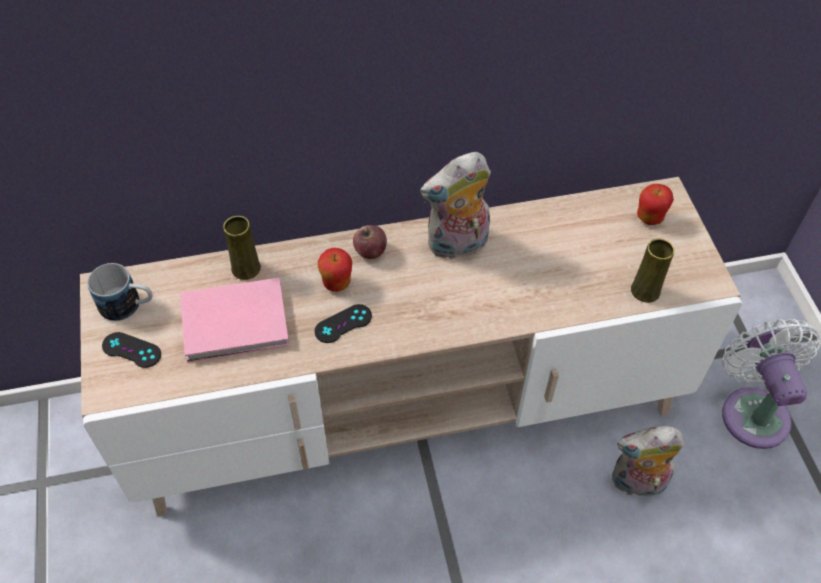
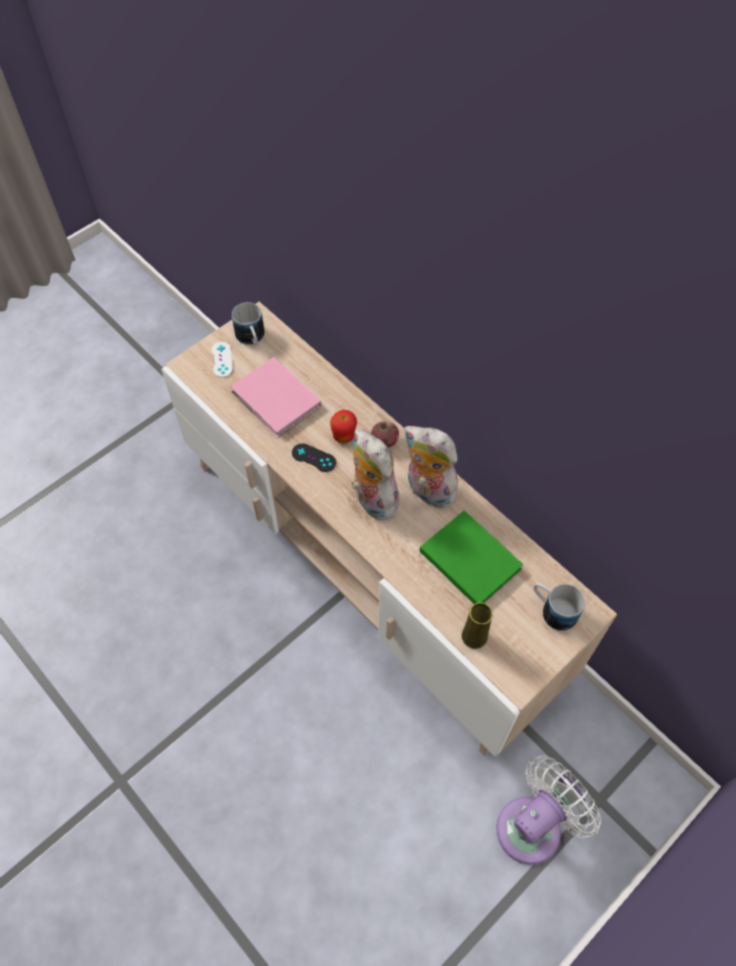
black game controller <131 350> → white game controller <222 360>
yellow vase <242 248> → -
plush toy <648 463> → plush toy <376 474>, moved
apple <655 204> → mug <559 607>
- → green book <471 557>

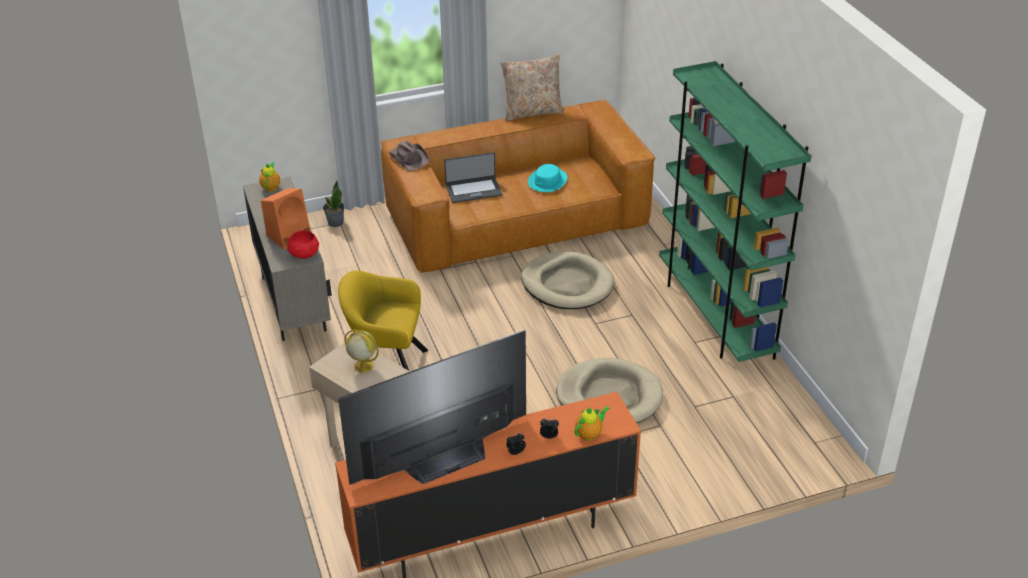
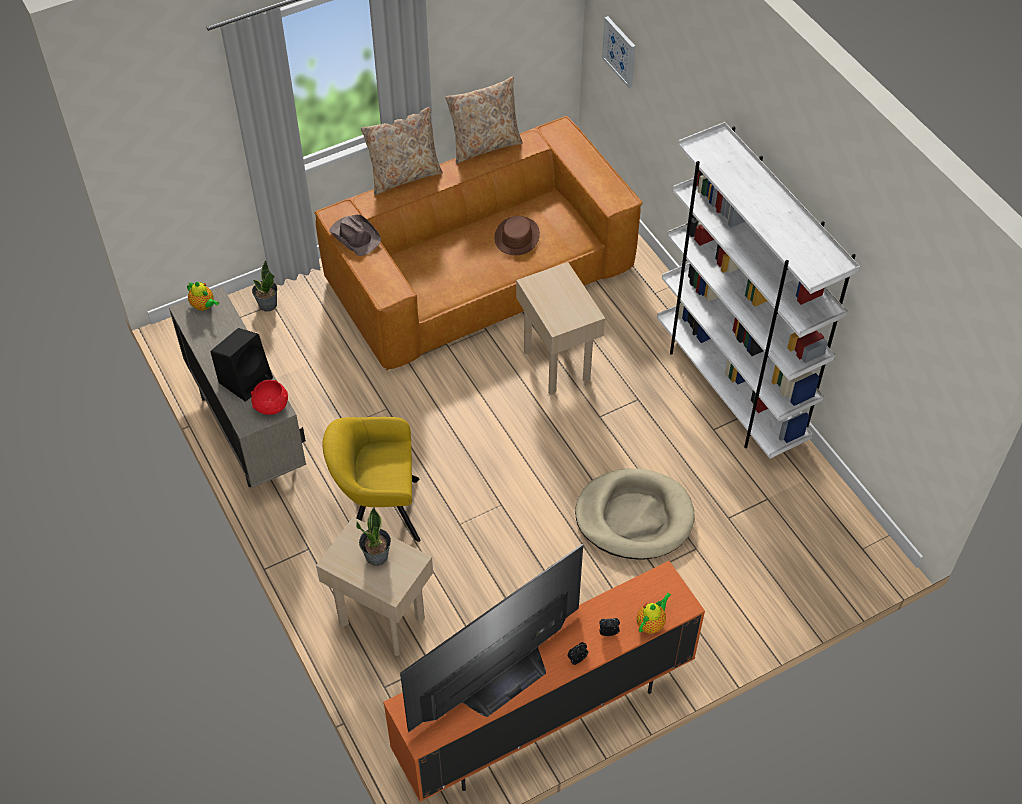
teapot <269 177> → teapot <203 296>, 135 degrees clockwise
orange speaker <286 219> → black speaker <242 365>
globe <361 351> → potted plant <373 536>
laptop <473 177> → -
beige dog bed <567 280> → beige side table <560 328>
turquoise hat <547 178> → brown hat <517 235>
green bookcase <735 211> → white bookcase <758 290>
- → beige pillow <402 151>
- → picture <618 52>

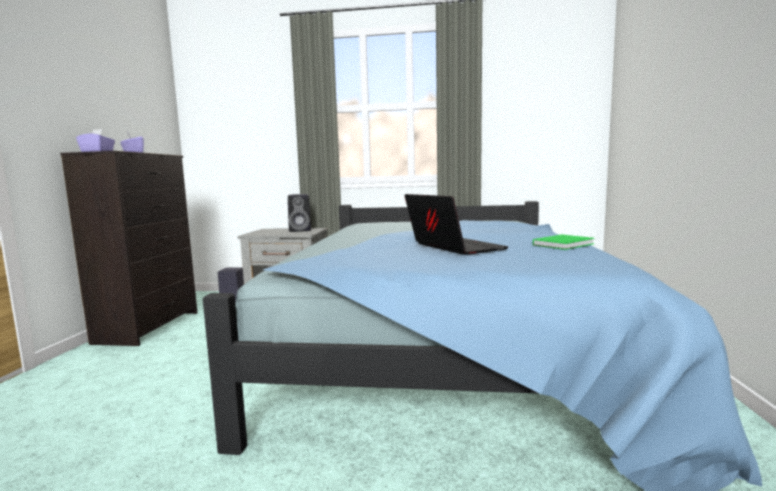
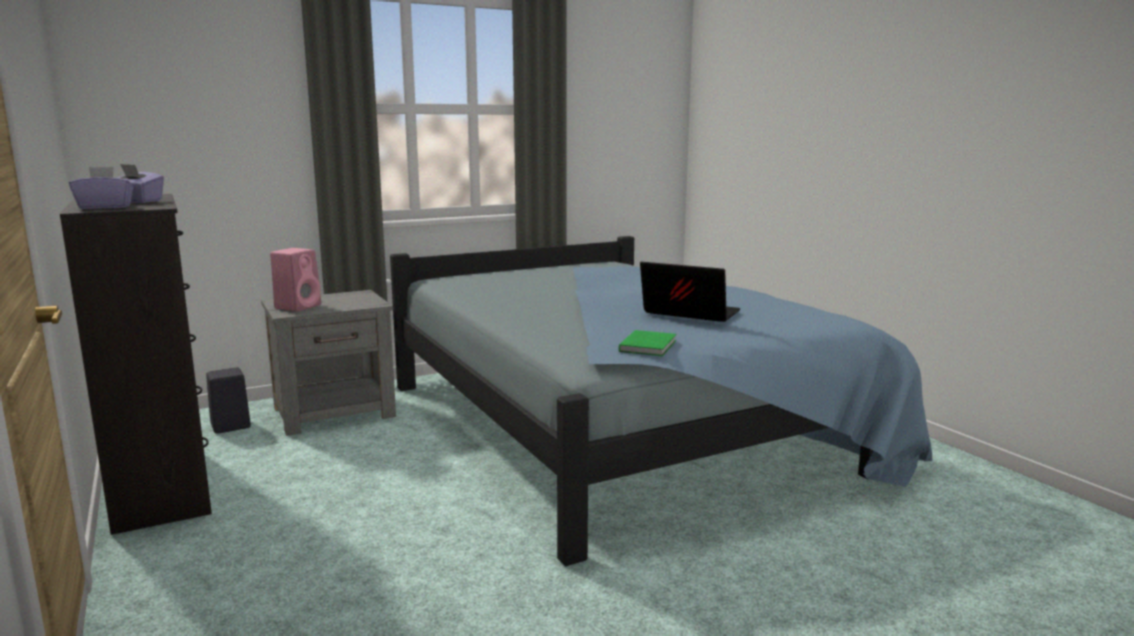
black speaker <299 213> → -
green book <564 242> → green book <647 343>, moved
- → pink speaker <295 279>

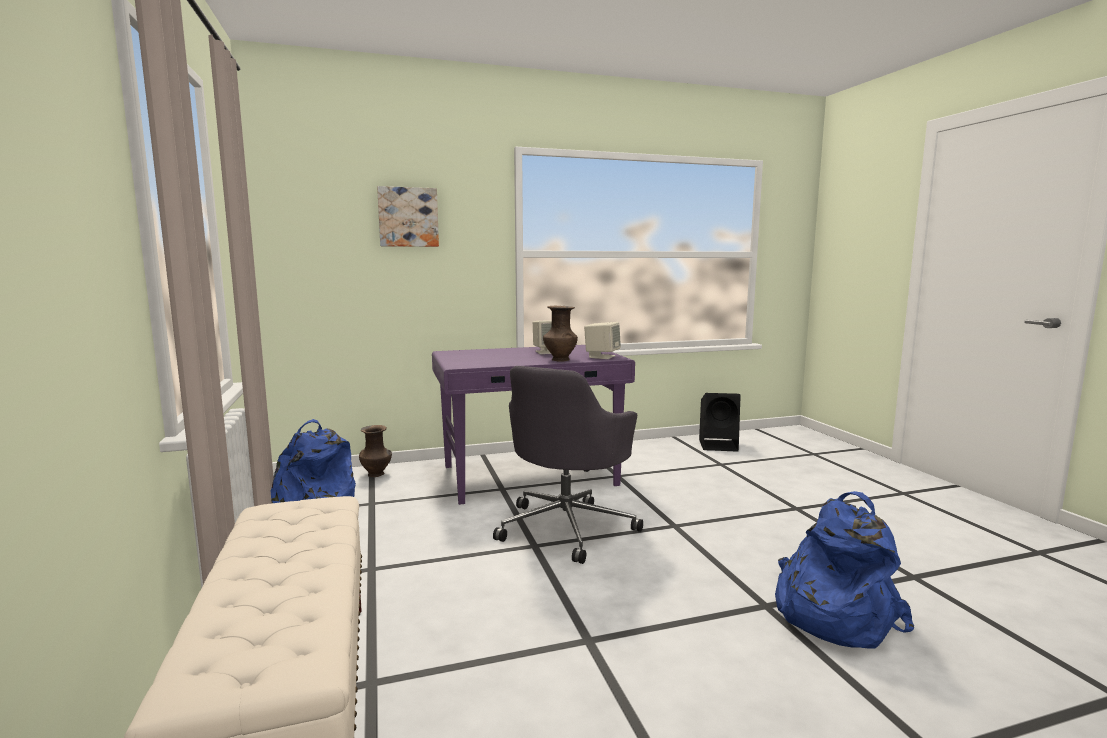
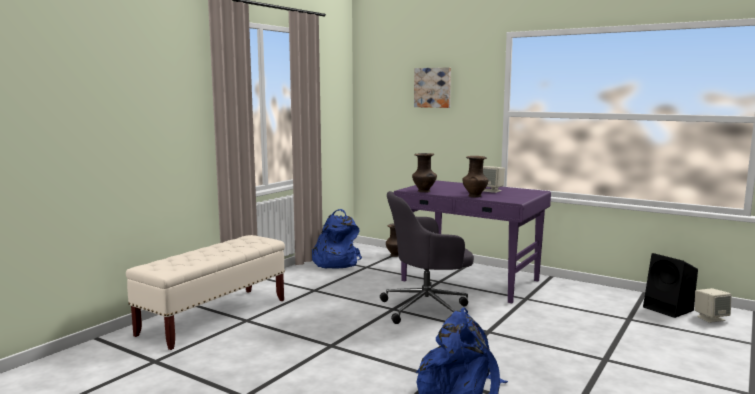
beige speaker <602 340> → beige speaker <712 305>, moved
- → brown vase <424 173>

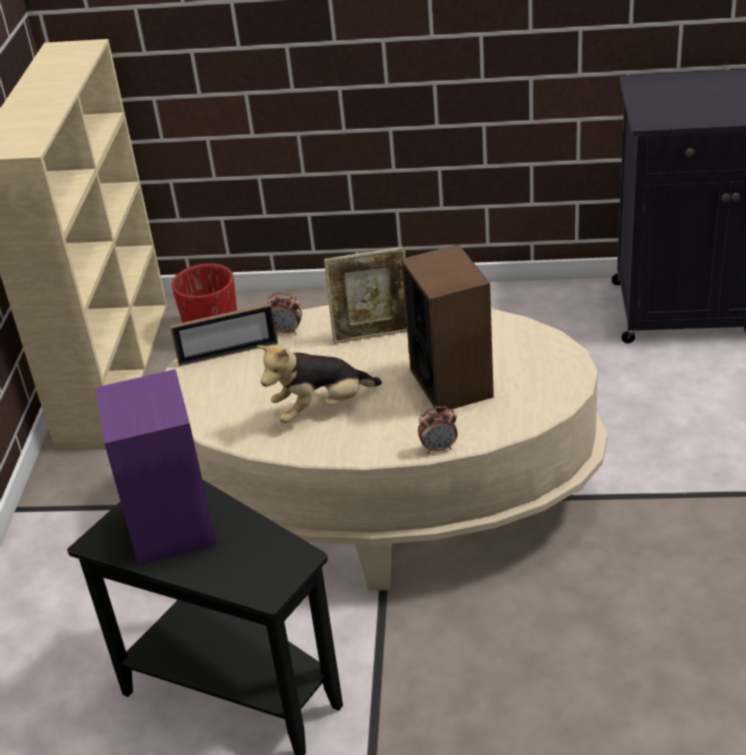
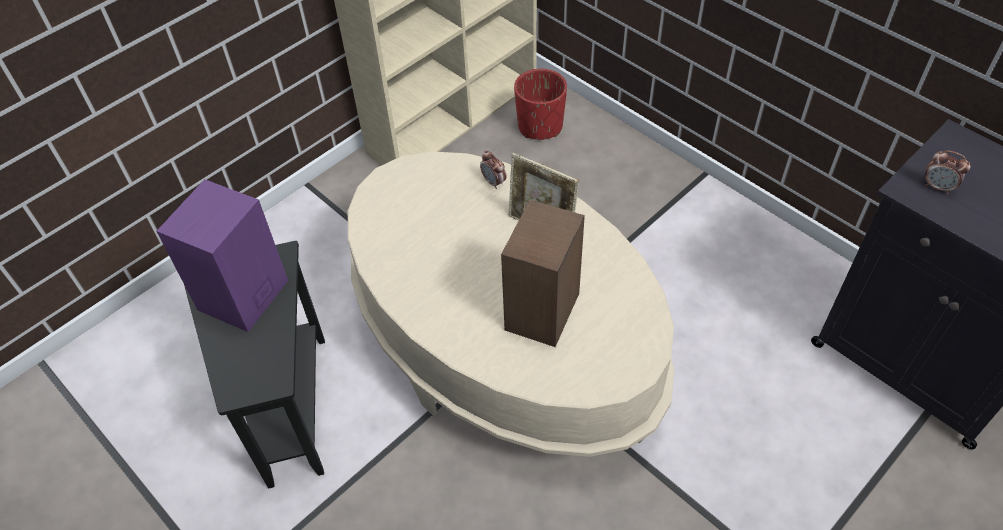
picture frame <224 334> → -
plush toy <319 384> → -
alarm clock <438 430> → alarm clock <947 172>, moved

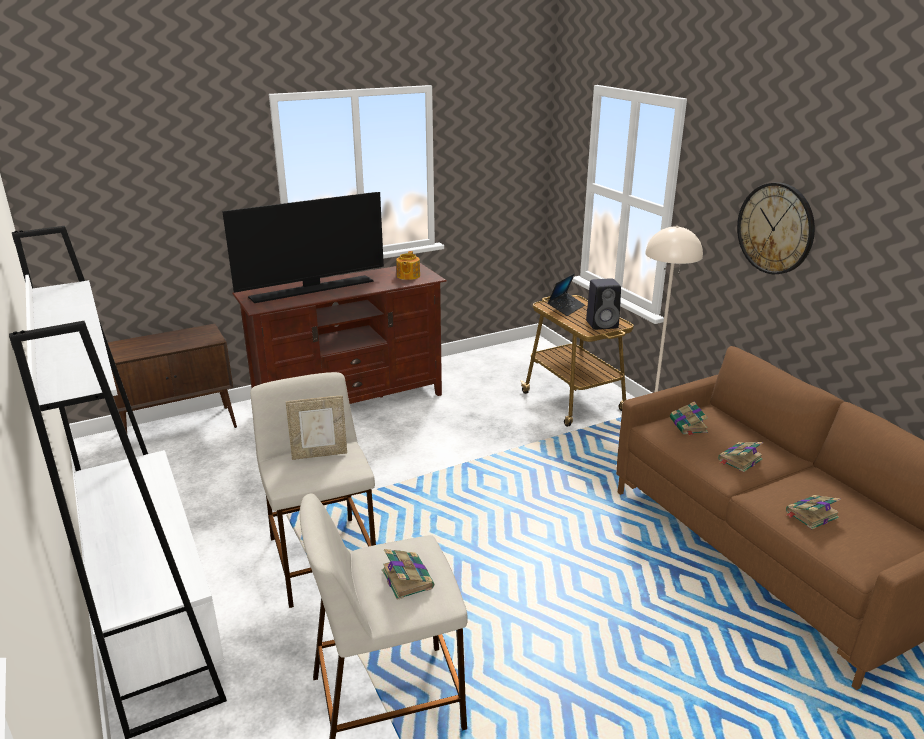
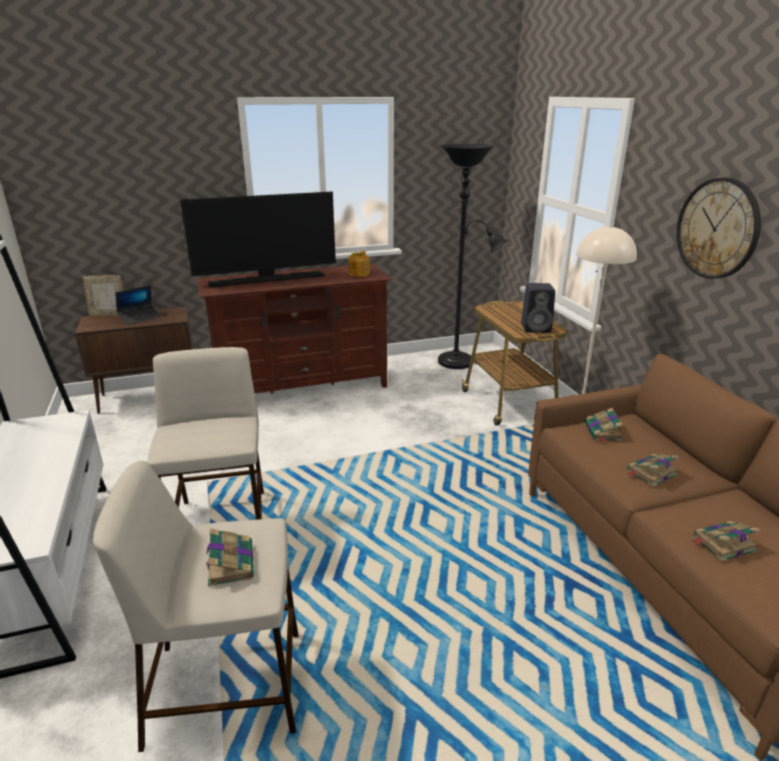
picture frame <316 428> → picture frame <103 296>, moved
laptop <566 294> → laptop <138 305>, moved
- → black floor lamp <473 256>

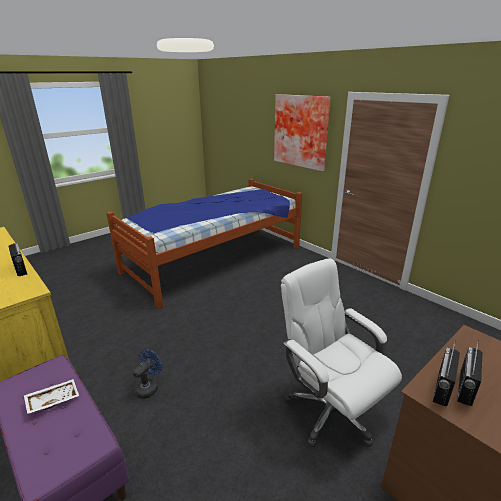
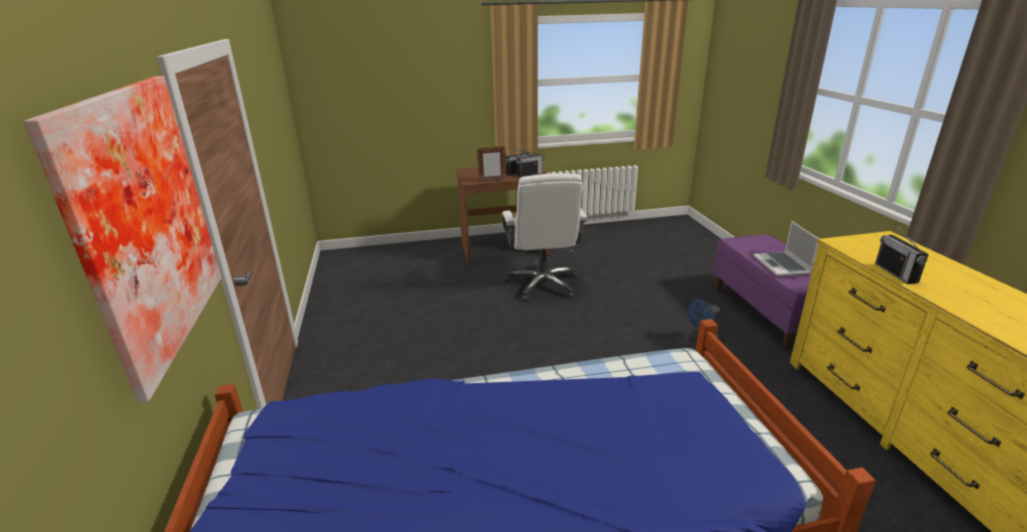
white tray <51 396> → laptop <786 248>
- → picture frame <491 164>

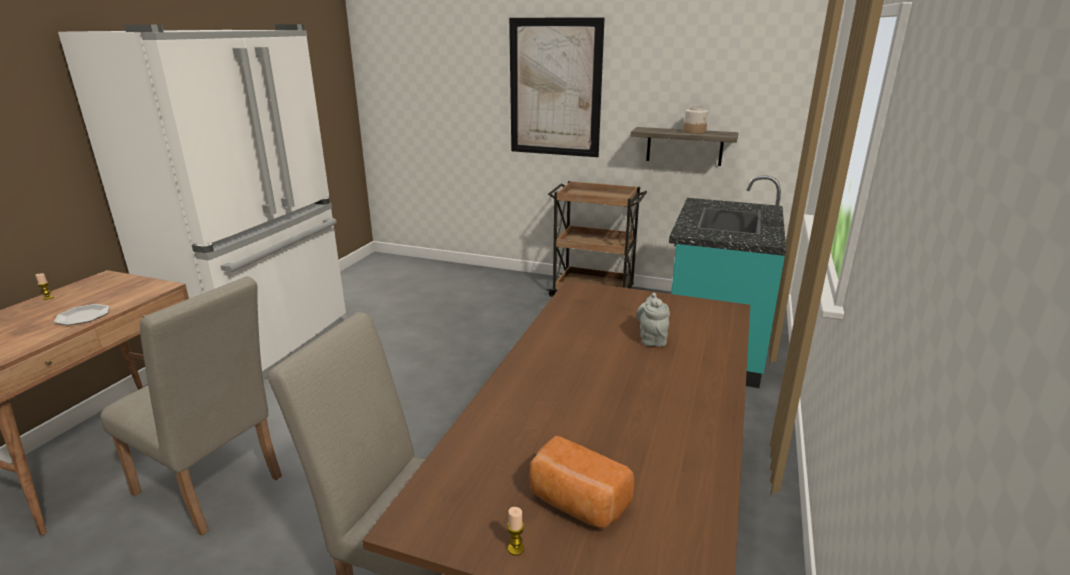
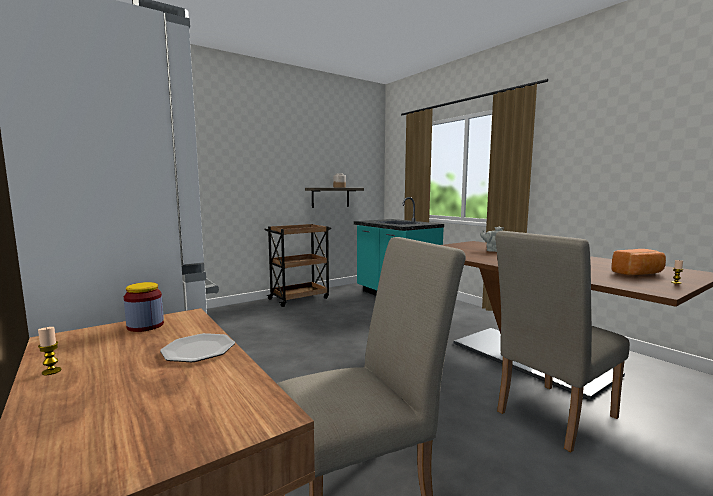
picture <557 87> → -
- → jar <144 307>

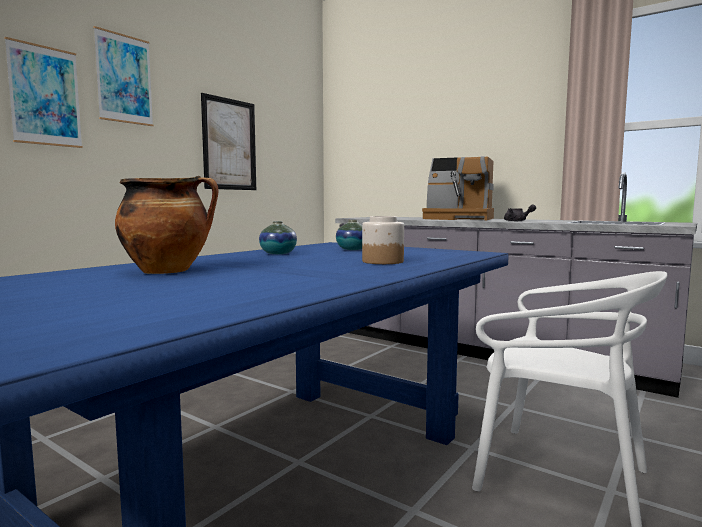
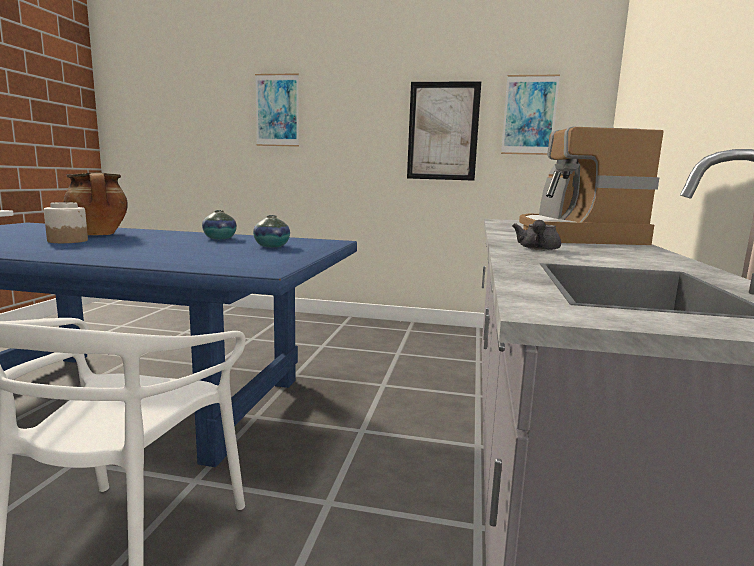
picture <123 76> → picture <530 115>, moved
jar <383 240> → jar <66 222>, moved

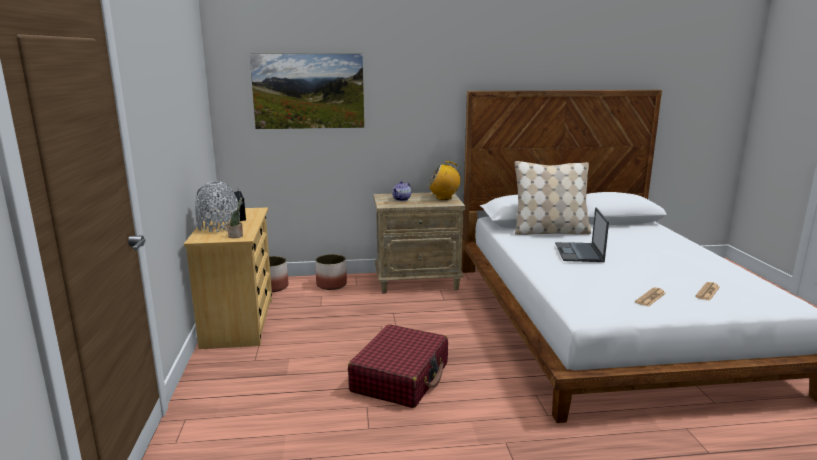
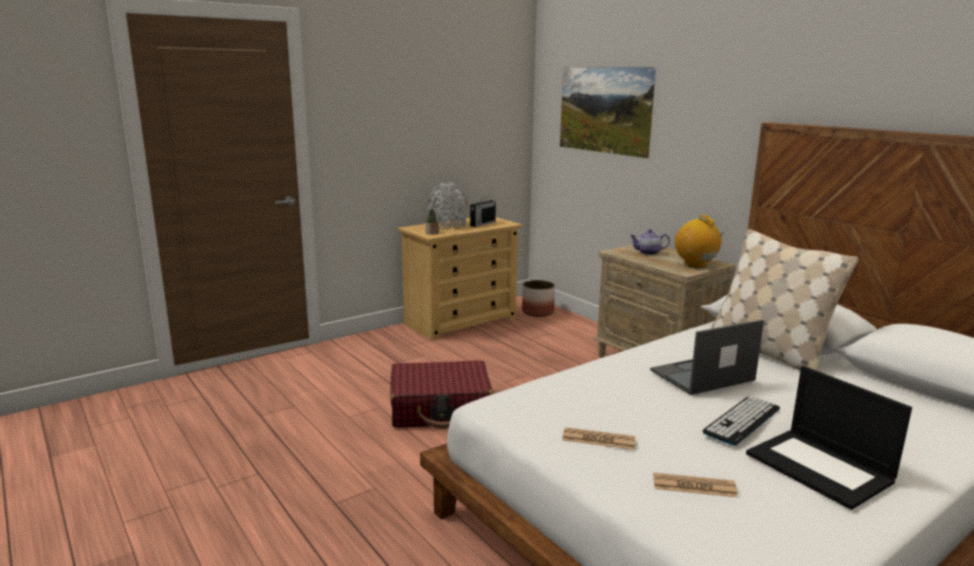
planter <331 272> → -
- → keyboard <741 421>
- → laptop <829 438>

